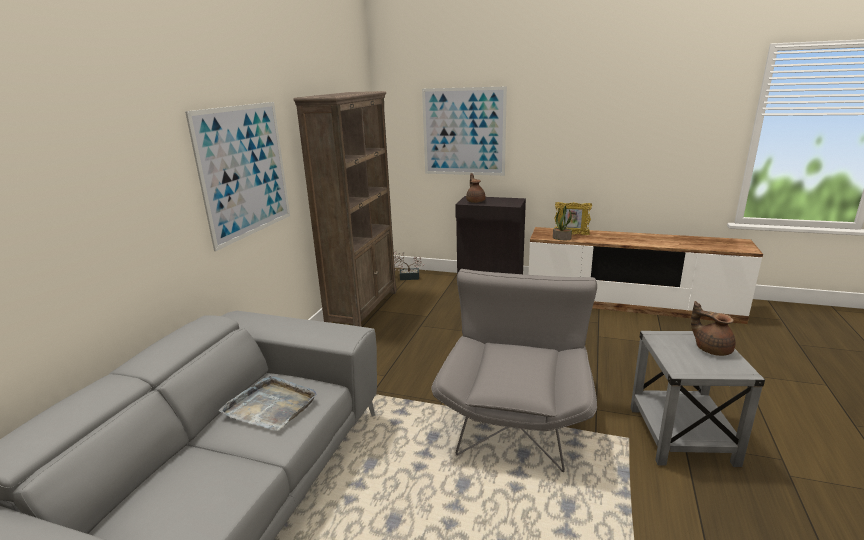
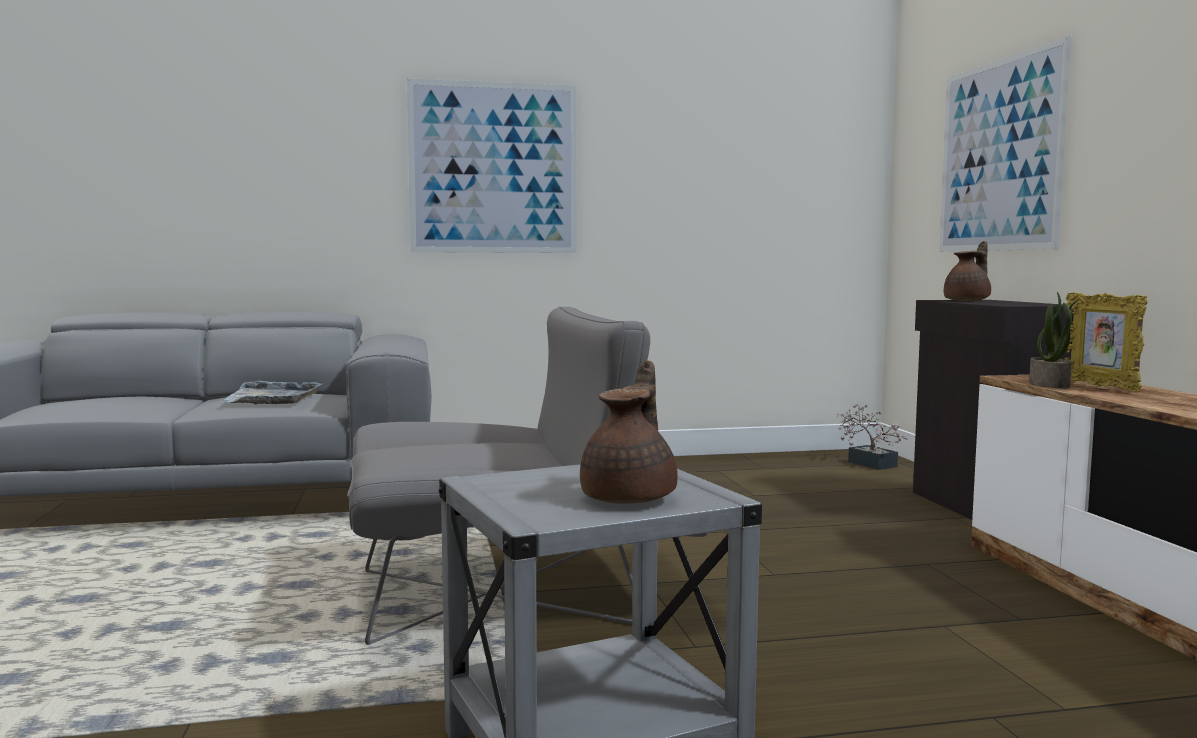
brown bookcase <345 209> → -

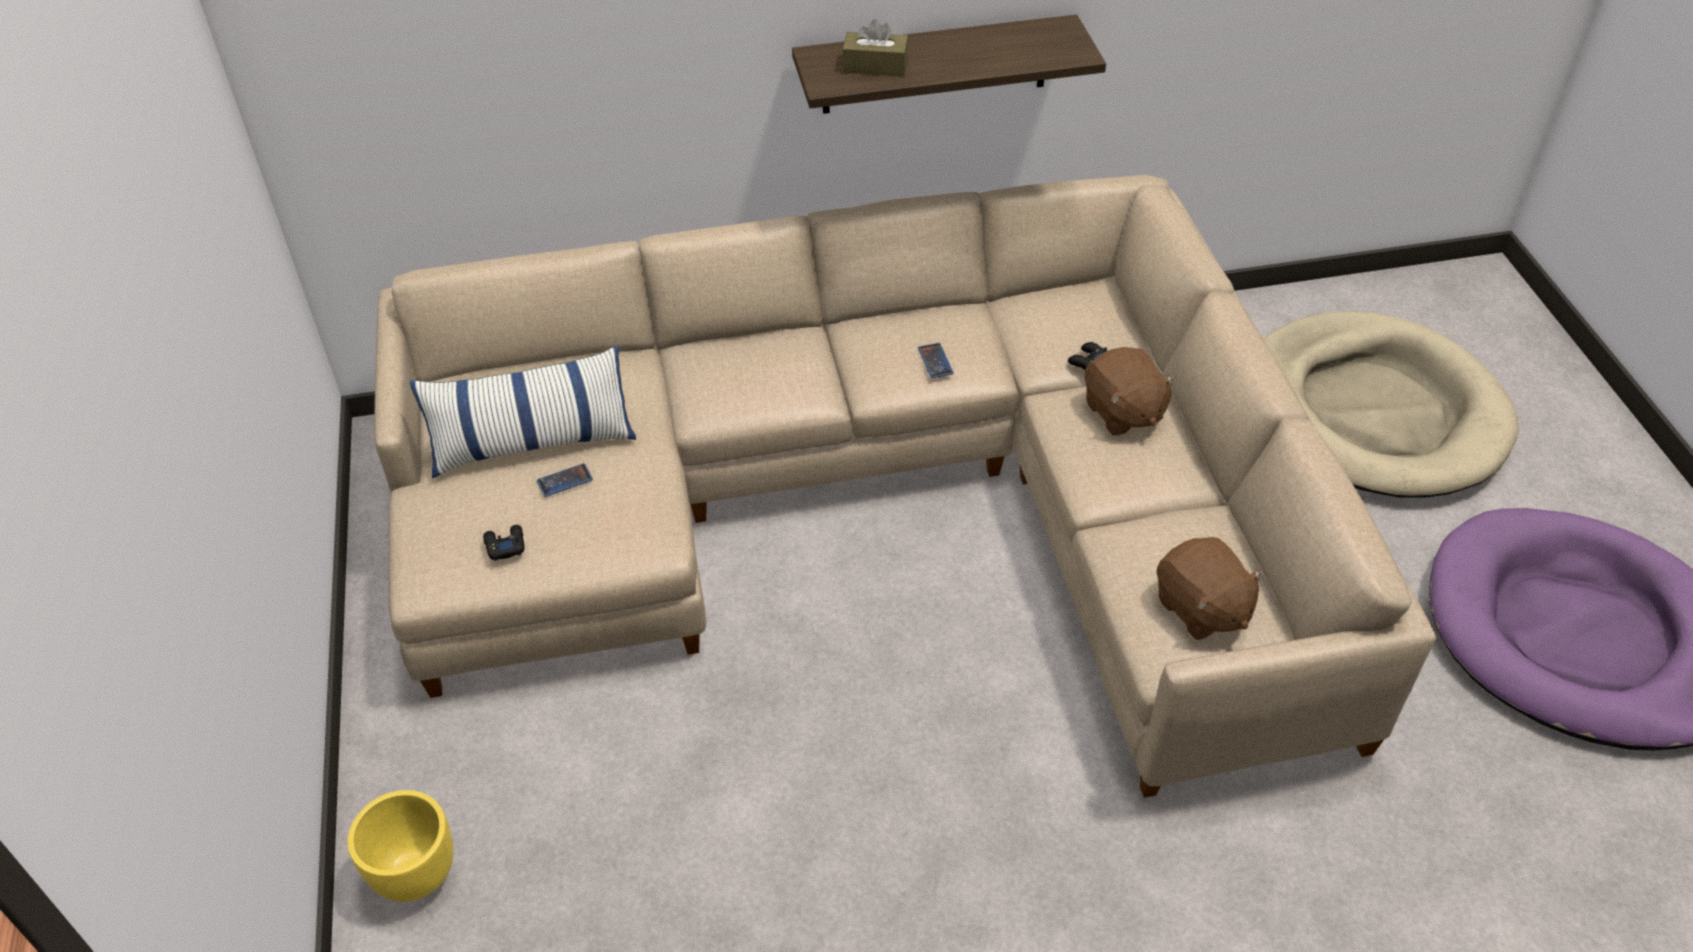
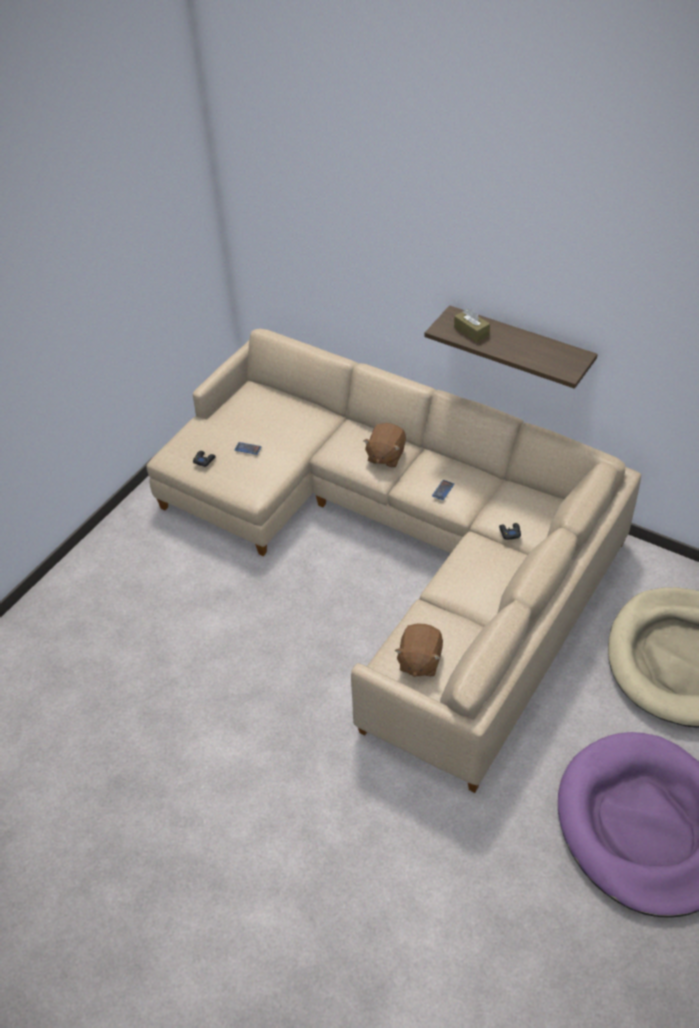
yellow planter <400 846> → -
pillow <522 412> → -
brown plush toy <1131 391> → brown plush toy <384 445>, moved

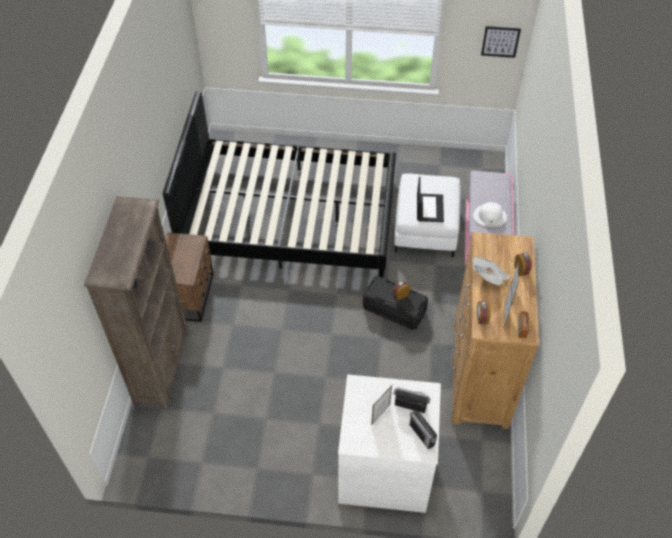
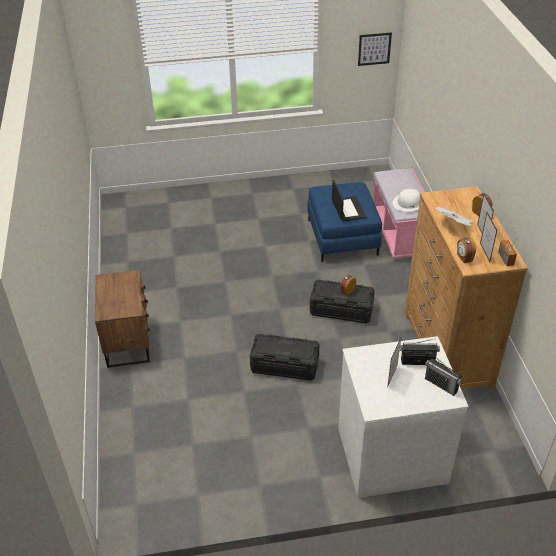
brown bookcase <136 302> → -
black bed <279 185> → -
white ottoman <427 215> → blue ottoman <344 222>
- → black storage box <284 357>

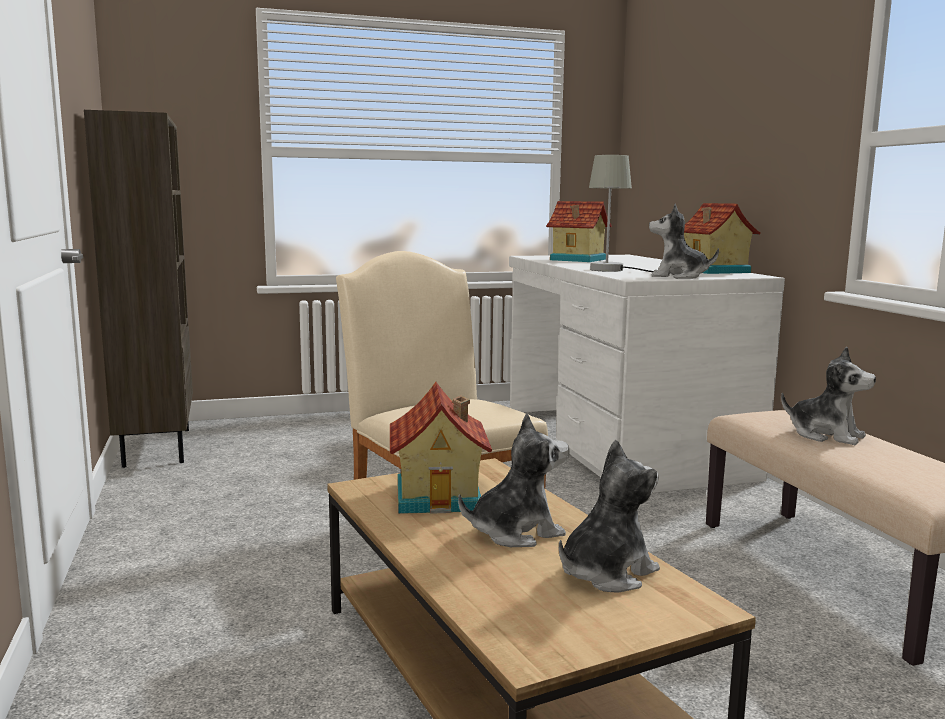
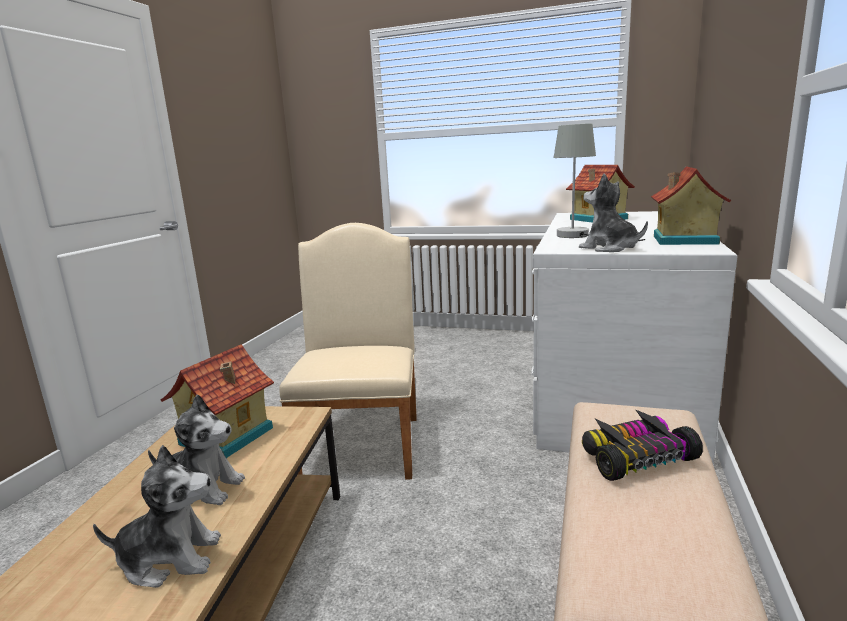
brown bookcase <138 289> → -
plush toy <828 396> → toy car <642 445>

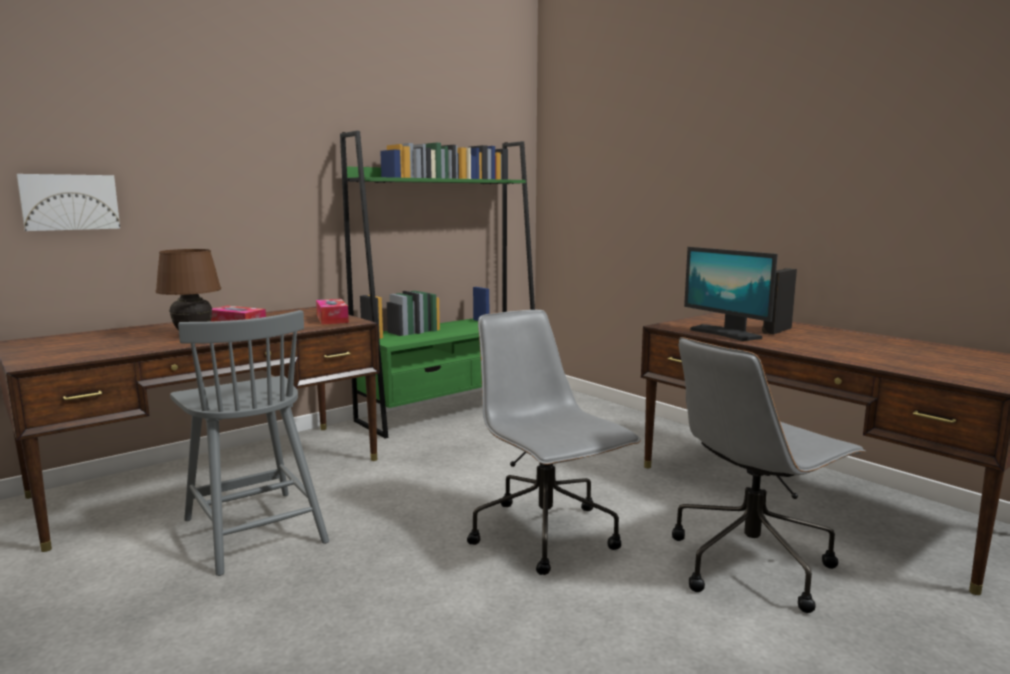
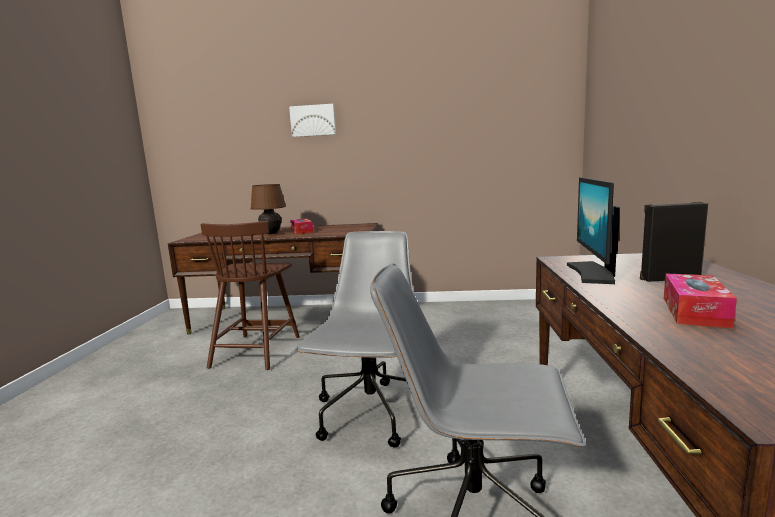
picture <68 202> → picture <312 120>, moved
grey chair <249 443> → brown chair <250 295>
tissue box <332 312> → tissue box <700 300>, moved
green bookcase <437 285> → -

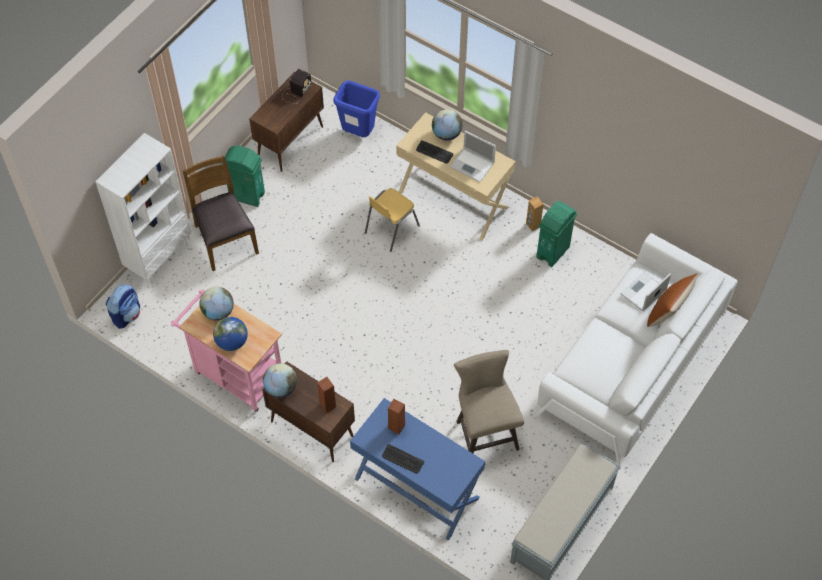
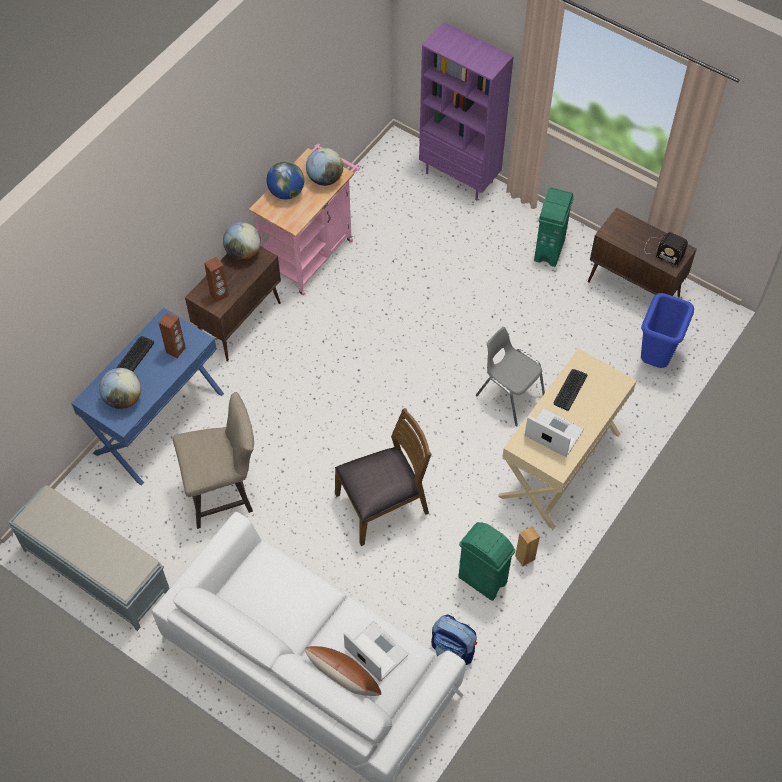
white bookcase <143 208> → purple bookcase <466 111>
backpack <123 306> → backpack <454 639>, moved
brown chair <221 213> → brown chair <383 477>, moved
yellow chair <392 220> → grey chair <510 376>
globe <447 125> → globe <120 388>, moved
laptop <473 156> → laptop <554 432>, 90 degrees clockwise

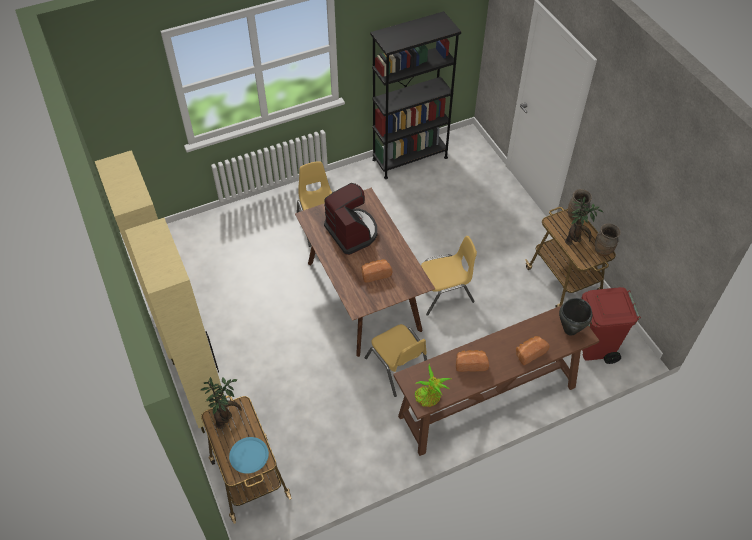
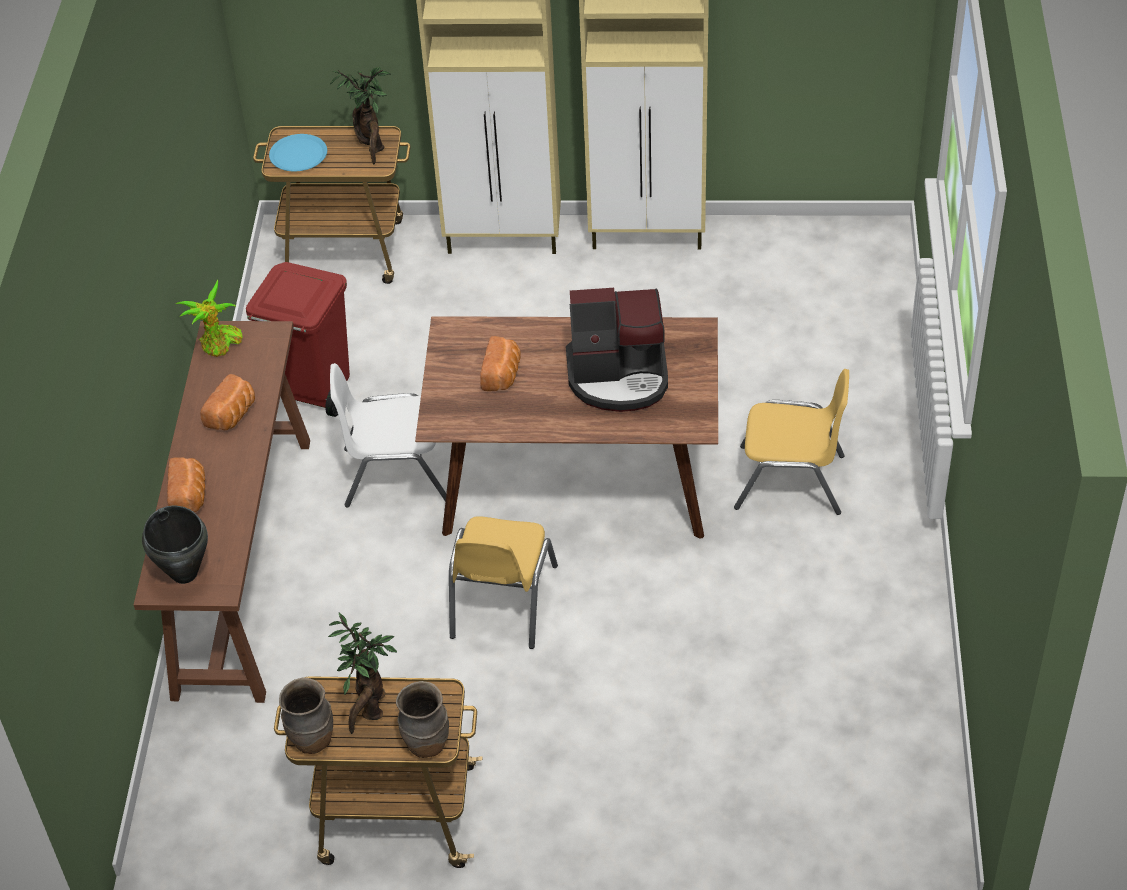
yellow chair <396 360> → white chair <388 435>
black bookcase <416 95> → -
red trash can <611 325> → red trash can <298 339>, moved

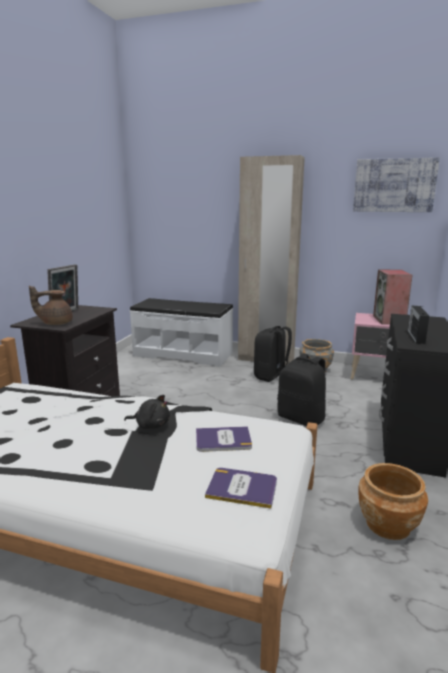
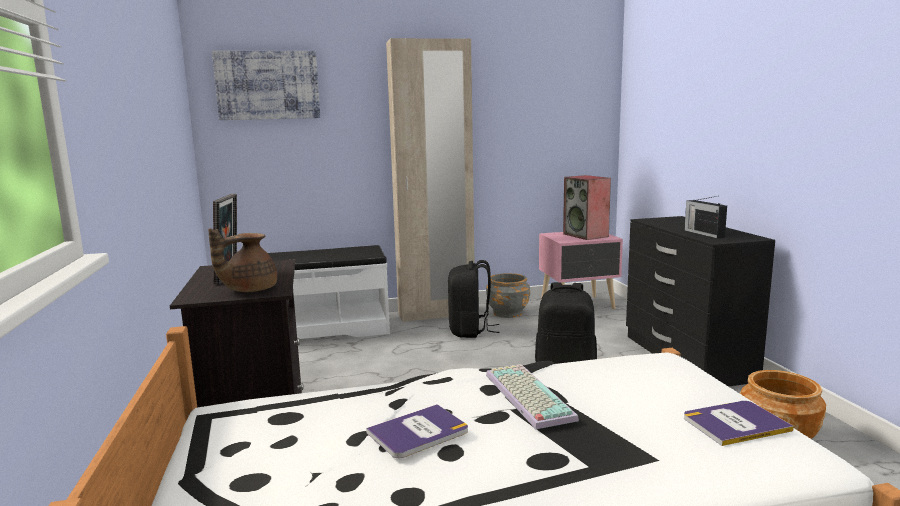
black plush toy <147 412> → keyboard <532 396>
book <224 439> → book <417 431>, moved
picture <396 184> → picture <266 85>, moved

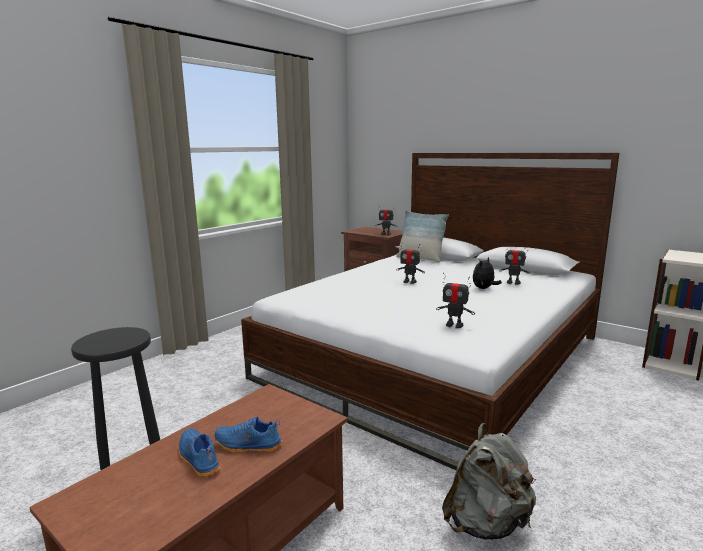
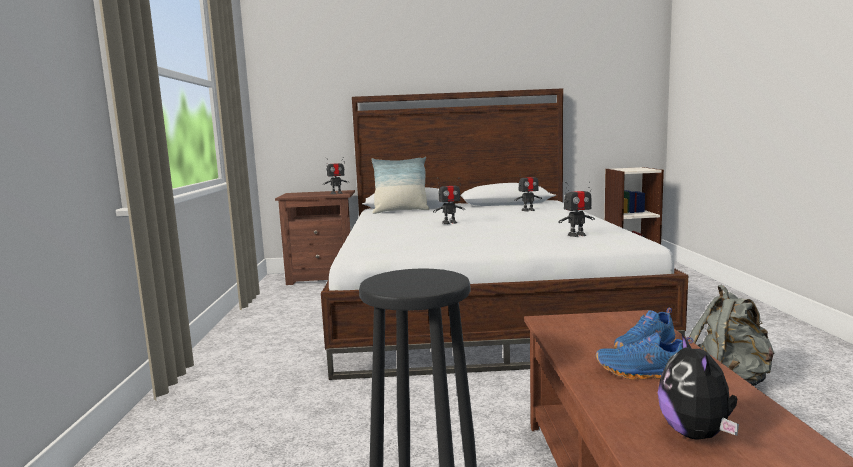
plush toy <487 273> → plush toy <698 386>, moved

